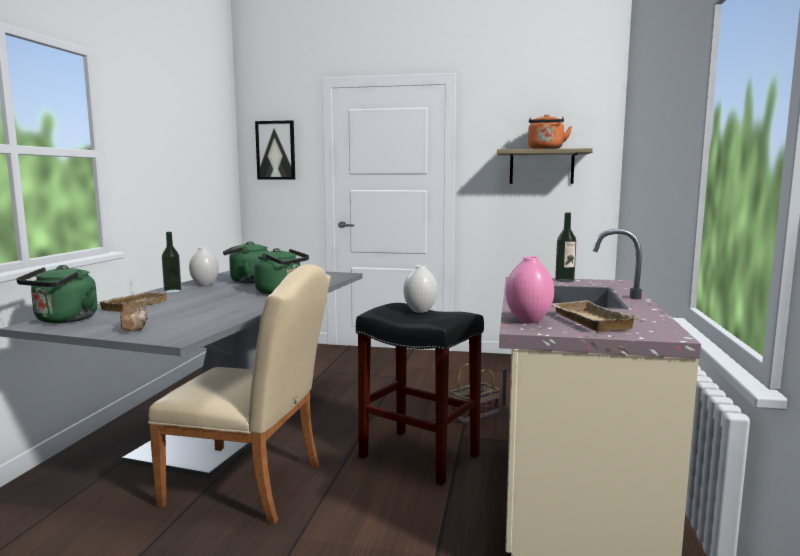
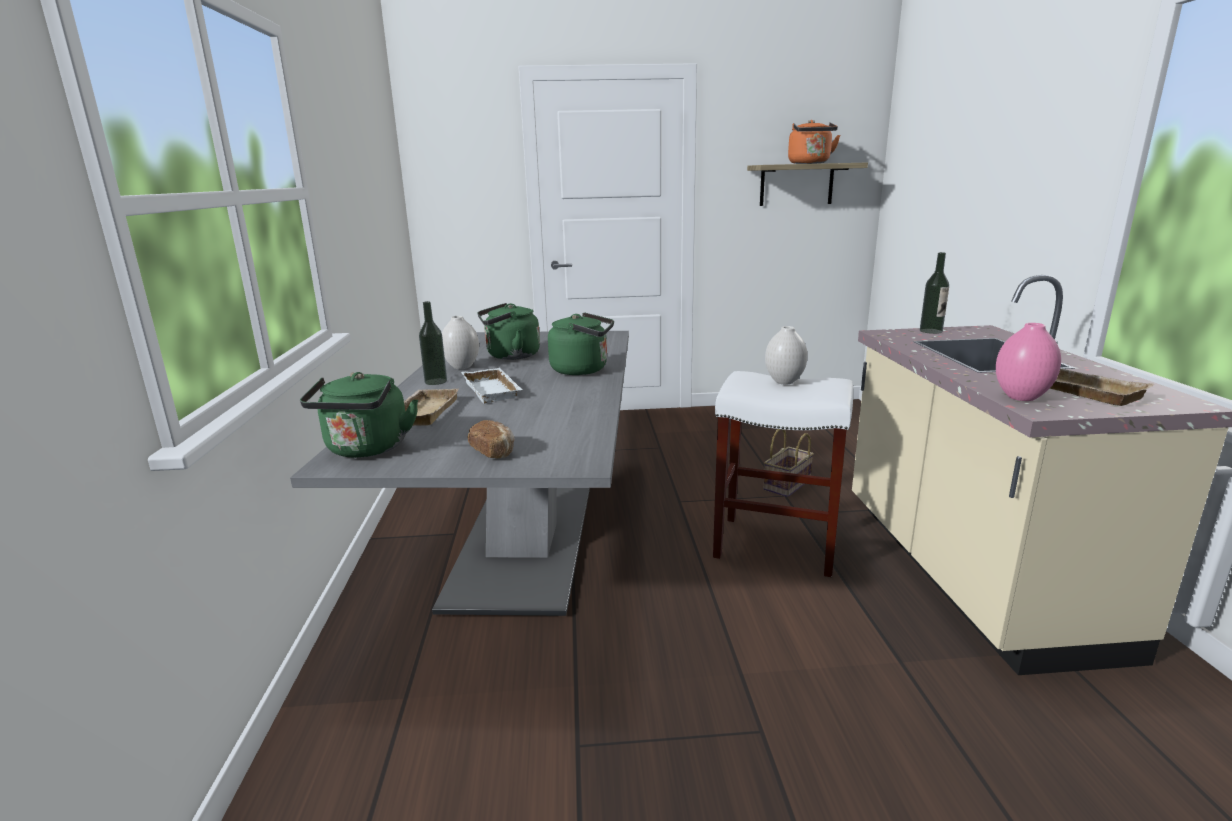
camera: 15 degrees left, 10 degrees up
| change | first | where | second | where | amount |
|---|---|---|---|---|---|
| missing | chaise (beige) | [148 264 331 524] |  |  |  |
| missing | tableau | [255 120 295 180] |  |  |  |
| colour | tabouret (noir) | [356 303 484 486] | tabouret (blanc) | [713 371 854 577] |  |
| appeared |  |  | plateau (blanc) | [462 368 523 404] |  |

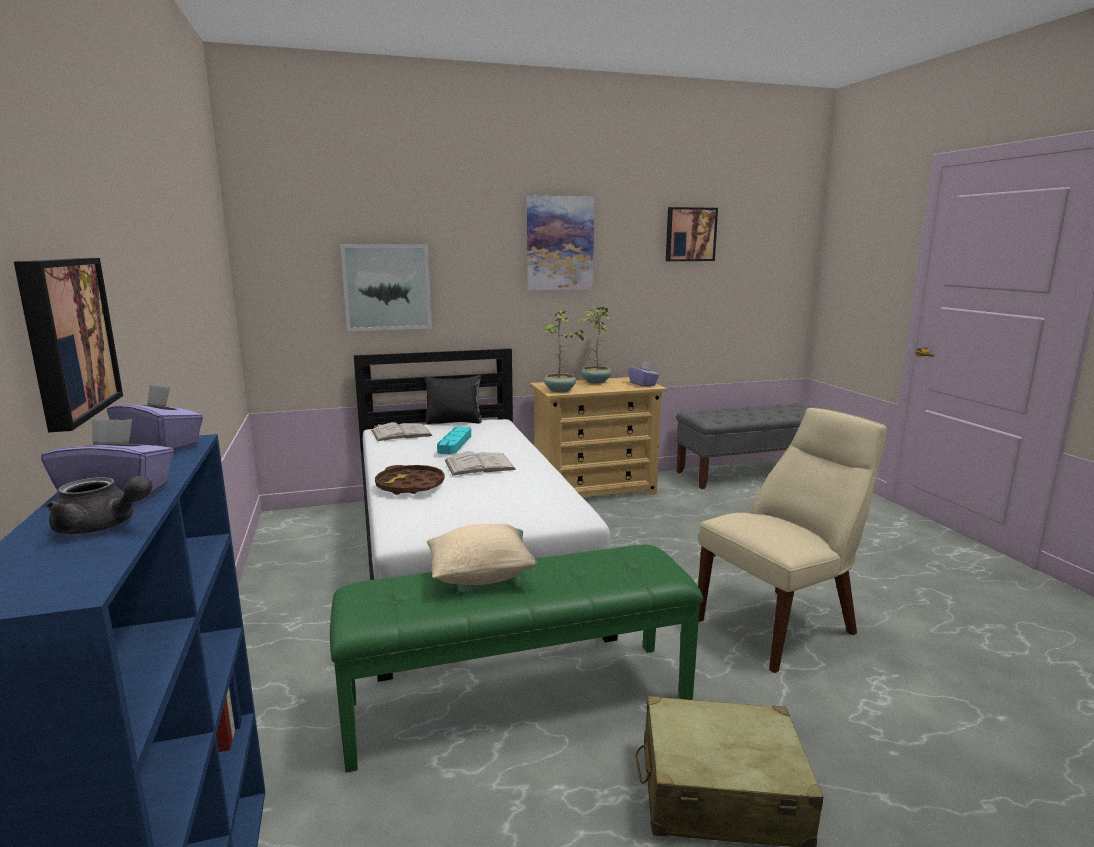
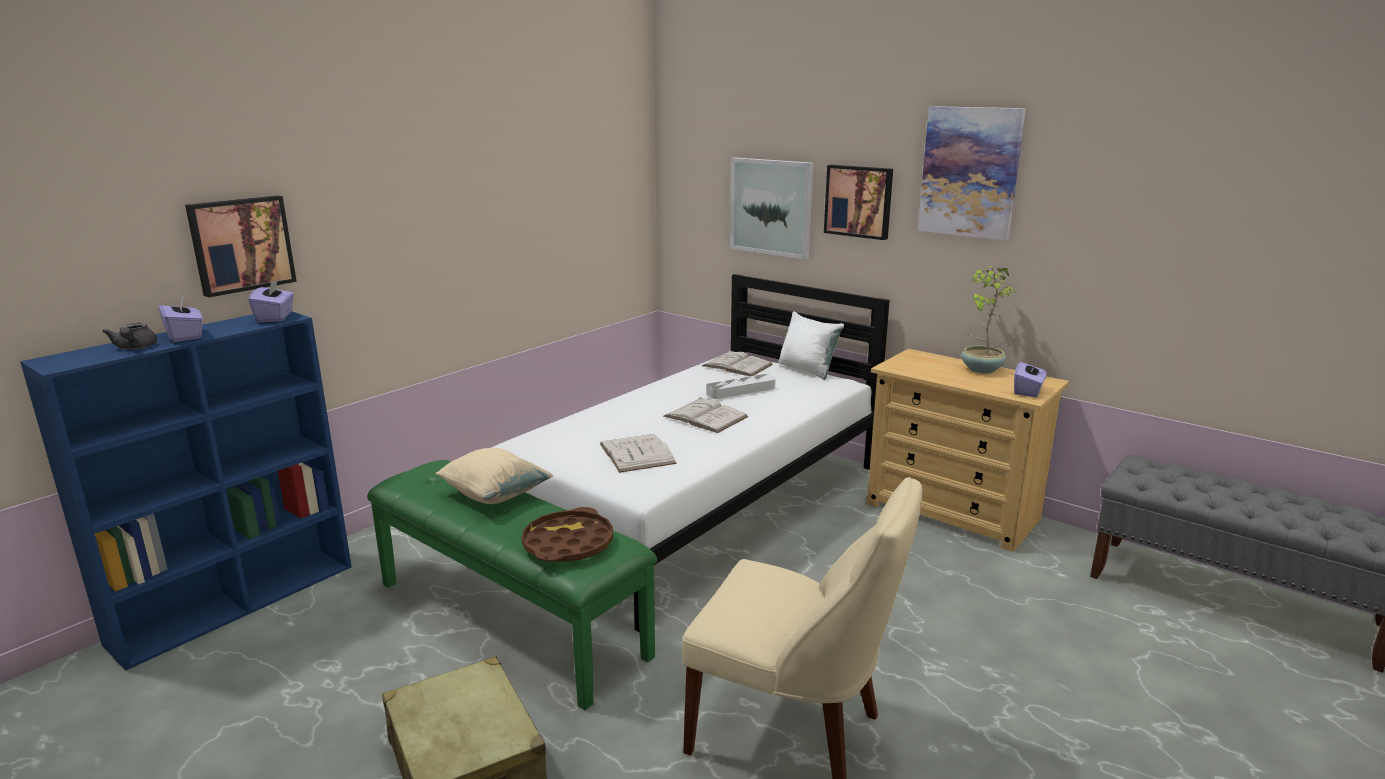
camera: 55 degrees right, 5 degrees up
| change | first | where | second | where | amount |
|---|---|---|---|---|---|
| relocated | plateau (marron) | [375 465 445 495] |  | [522 507 613 562] |  |
| colour | coussin (noir) | [425 375 482 424] | coussin (blanc) | [779 311 844 380] |  |
| colour | plateau (turquoise) | [437 427 471 454] | plateau (gris) | [706 374 775 399] |  |
| missing | plante en pot | [544 310 584 392] |  |  |  |
| relocated | tableau | [666 207 718 261] |  | [824 165 893 240] |  |
| appeared |  |  | livre (blanc) | [600 434 677 473] |  |

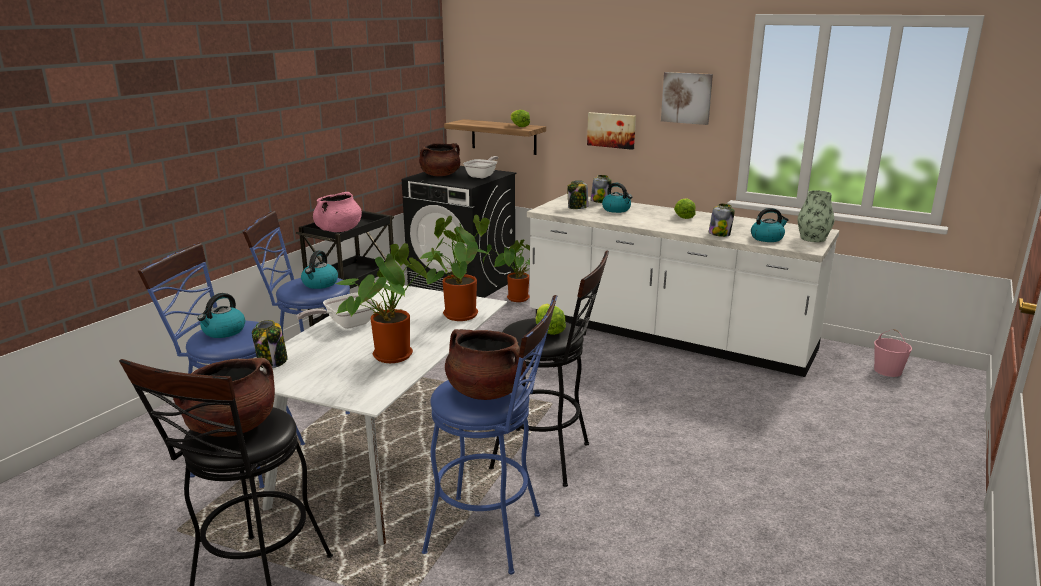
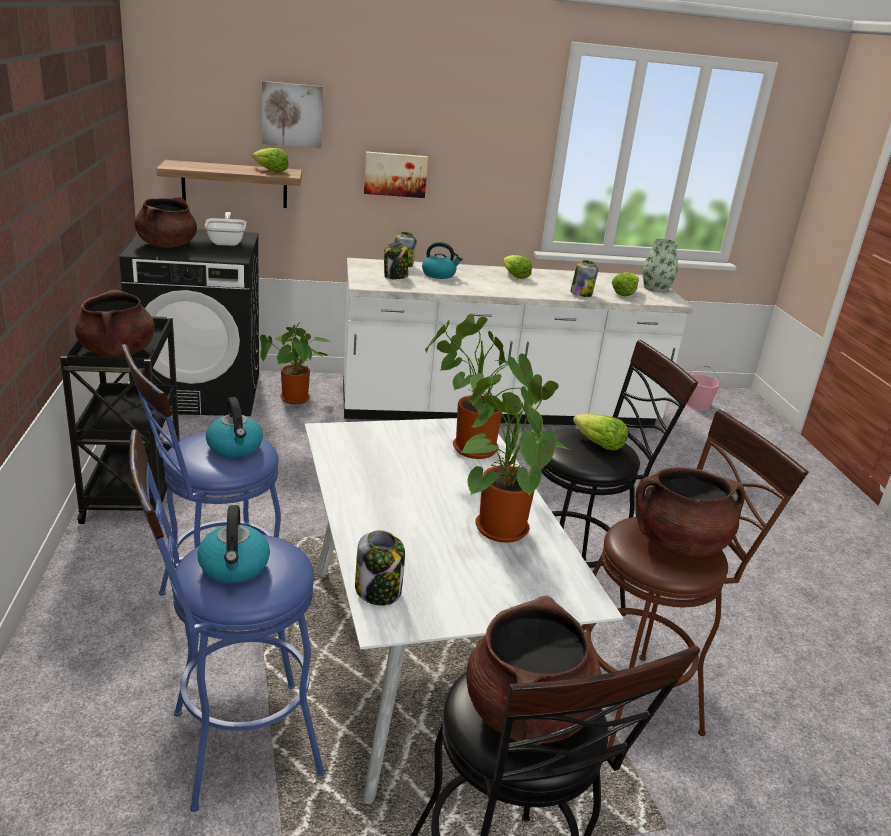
camera: 40 degrees left, 5 degrees up
| change | first | where | second | where | amount |
|---|---|---|---|---|---|
| missing | poêle | [297 293 377 329] |  |  |  |
| colour | marmite (rose) | [313 192 362 232] | marmite (marron) | [75 290 155 357] |  |
| colour | tabouret (bleu) | [422 295 557 575] | tabouret (marron) | [582 409 808 748] |  |
| relocated | tableau | [661 72 713 125] |  | [262 81 323 148] |  |
| exchanged | bouilloire | [751 208 789 242] | laitue | [611 272 639 296] |  |

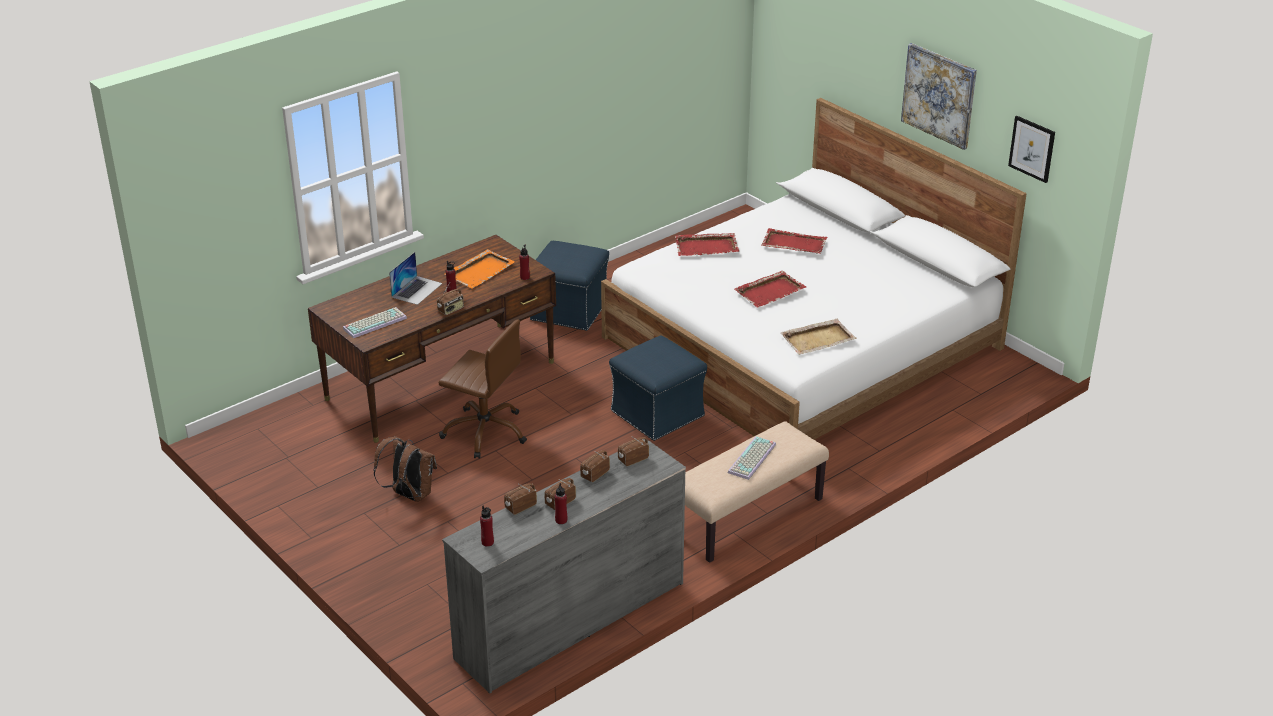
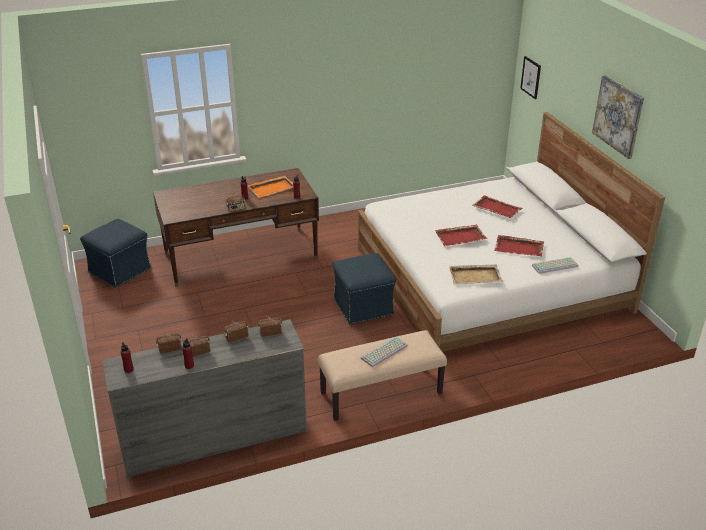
camera: 20 degrees right, 0 degrees up
| change | first | where | second | where | amount |
|---|---|---|---|---|---|
| relocated | clavier | [343 307 407 338] |  | [531 257 579 274] |  |
| missing | sac à dos (marron) | [373 436 437 502] |  |  |  |
| missing | ordinateur portable | [389 252 443 305] |  |  |  |
| missing | chaise de bureau (marron) | [438 320 527 459] |  |  |  |
| relocated | pouf (bleu) | [530 241 609 331] |  | [80 219 152 288] |  |
| relocated | plateau (rouge) | [675 233 739 256] |  | [494 235 544 256] |  |
| relocated | tableau | [1008 116 1055 183] |  | [520 56 541 99] |  |

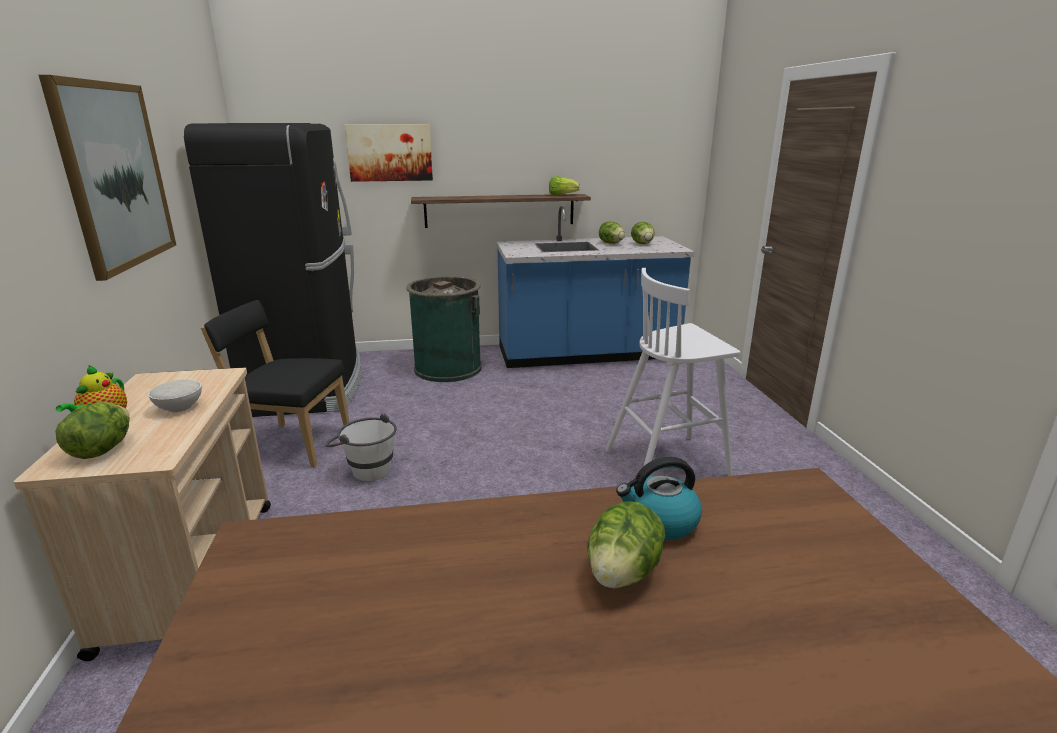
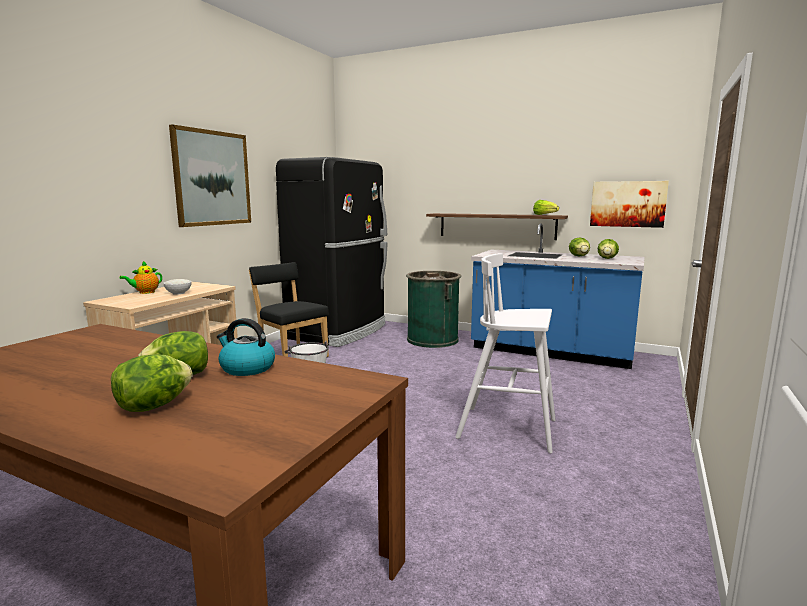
camera: 35 degrees right, 10 degrees down
| change | first | where | second | where | amount |
|---|---|---|---|---|---|
| relocated | laitue | [55 402 130 459] |  | [111 354 192 412] |  |
| relocated | tableau | [345 124 433 182] |  | [590 181 669 228] |  |

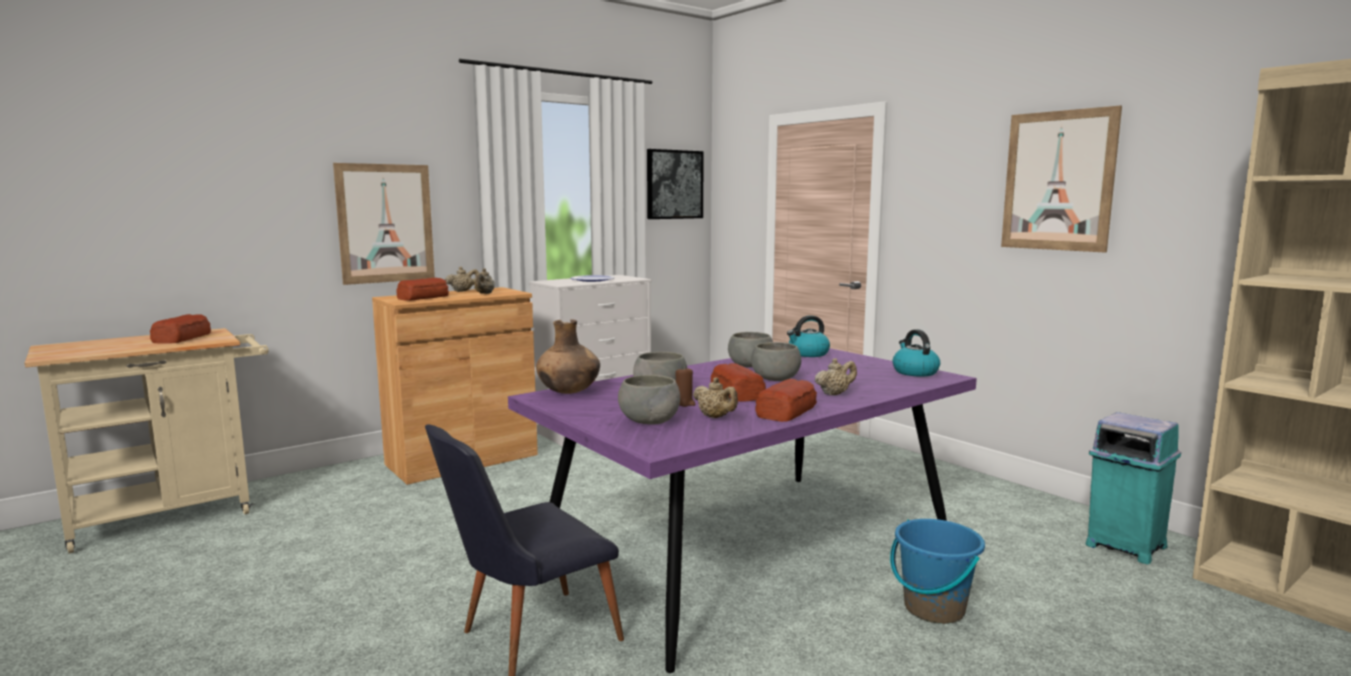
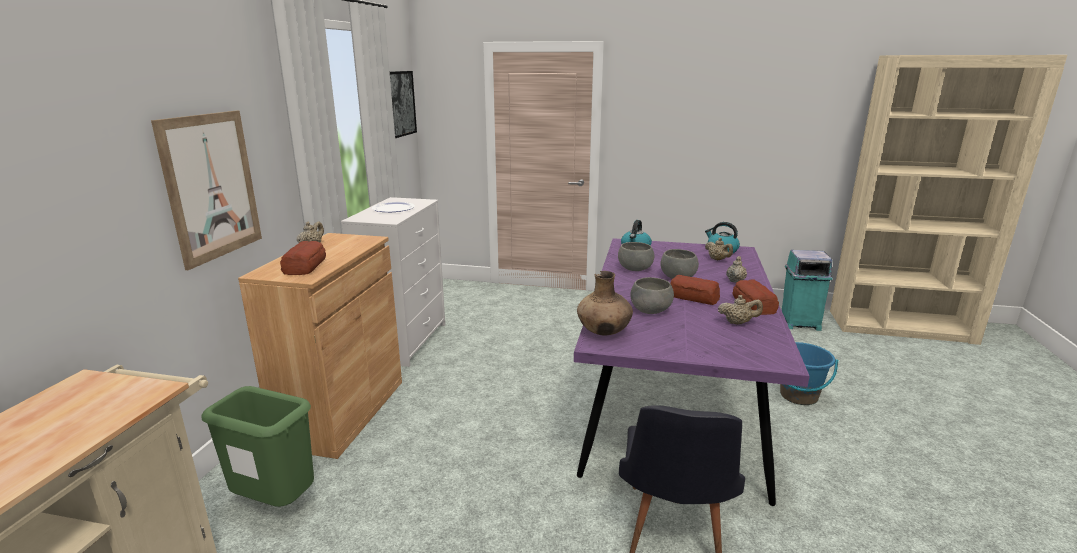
camera: 40 degrees left, 10 degrees up
| change | first | where | second | where | amount |
|---|---|---|---|---|---|
| missing | pain | [150 314 211 343] |  |  |  |
| relocated | théière (beige) | [474 268 495 294] |  | [705 238 733 260] |  |
| missing | bol (gris) | [618 375 680 425] |  |  |  |
| missing | bougie (marron) | [675 366 696 407] |  |  |  |
| missing | tableau | [1001 105 1122 253] |  |  |  |
| appeared |  |  | poubelle (vert) | [201 386 314 507] |  |

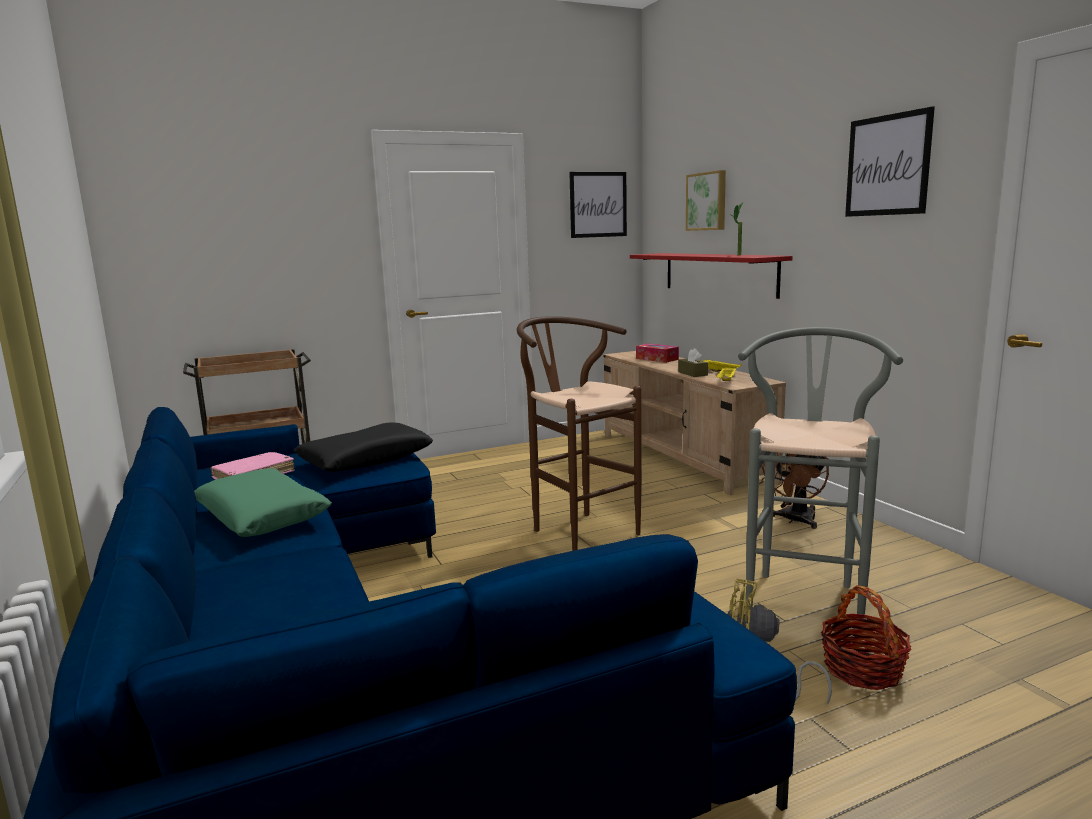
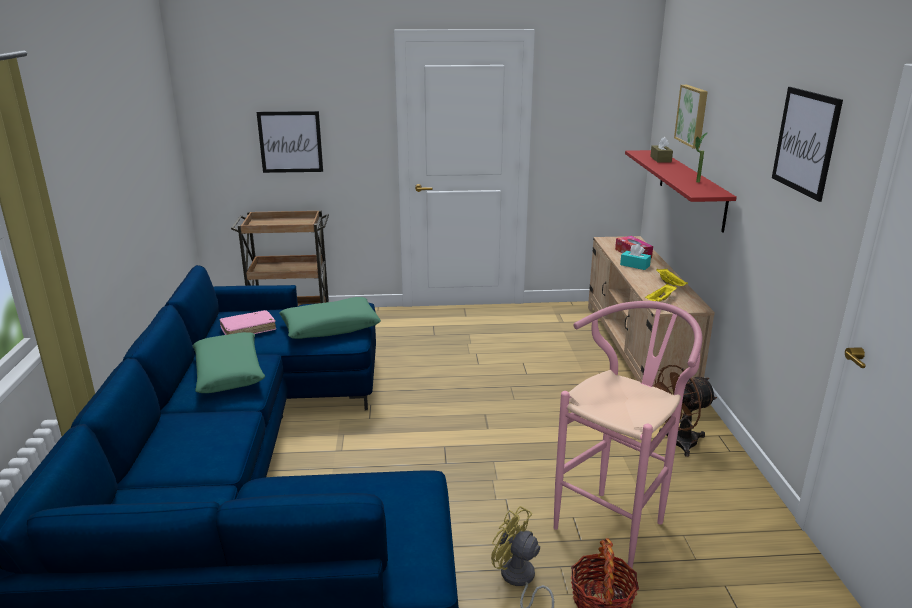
camera: 20 degrees right, 10 degrees up
| change | first | where | second | where | amount |
|---|---|---|---|---|---|
| colour | coussin (noir) | [294 422 433 472] | coussin (vert) | [279 297 381 339] |  |
| missing | tabouret (marron) | [517 316 642 551] |  |  |  |
| relocated | tableau | [569 172 627 238] |  | [257 111 323 173] |  |
| relocated | boîte à mouchoirs (marron) | [678 348 708 377] |  | [650 137 673 163] |  |
| colour | tabouret (gris) | [738 327 903 619] | tabouret (rose) | [554 301 703 568] |  |
| appeared |  |  | boîte à mouchoirs (turquoise) | [620 244 651 270] |  |

